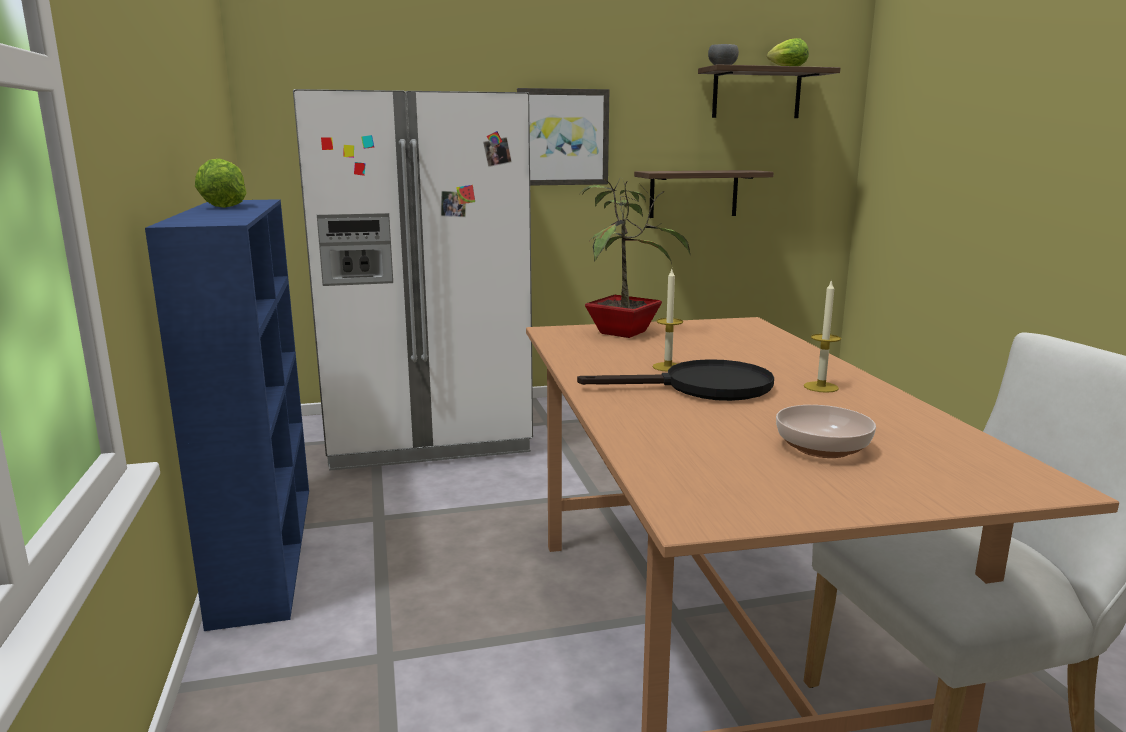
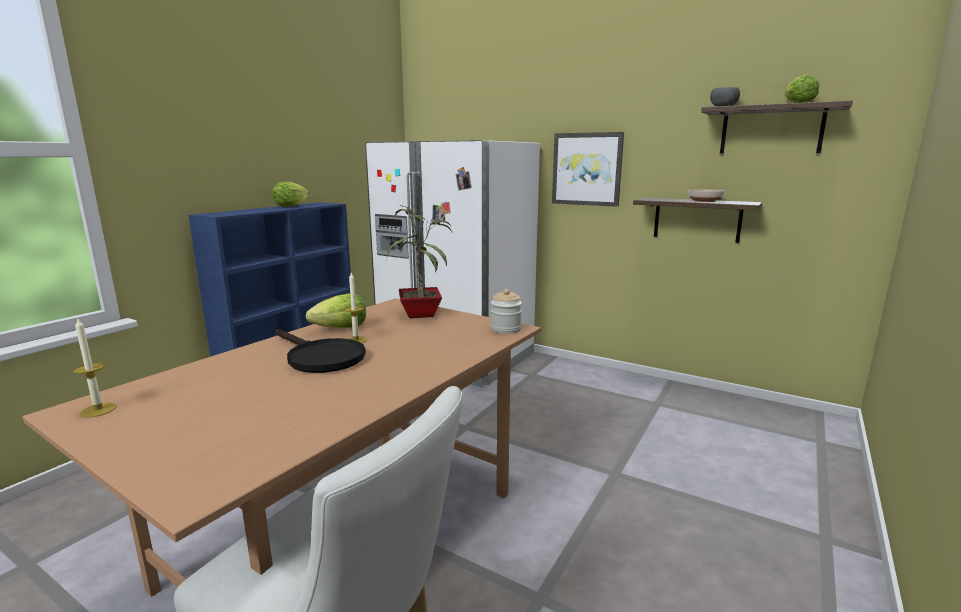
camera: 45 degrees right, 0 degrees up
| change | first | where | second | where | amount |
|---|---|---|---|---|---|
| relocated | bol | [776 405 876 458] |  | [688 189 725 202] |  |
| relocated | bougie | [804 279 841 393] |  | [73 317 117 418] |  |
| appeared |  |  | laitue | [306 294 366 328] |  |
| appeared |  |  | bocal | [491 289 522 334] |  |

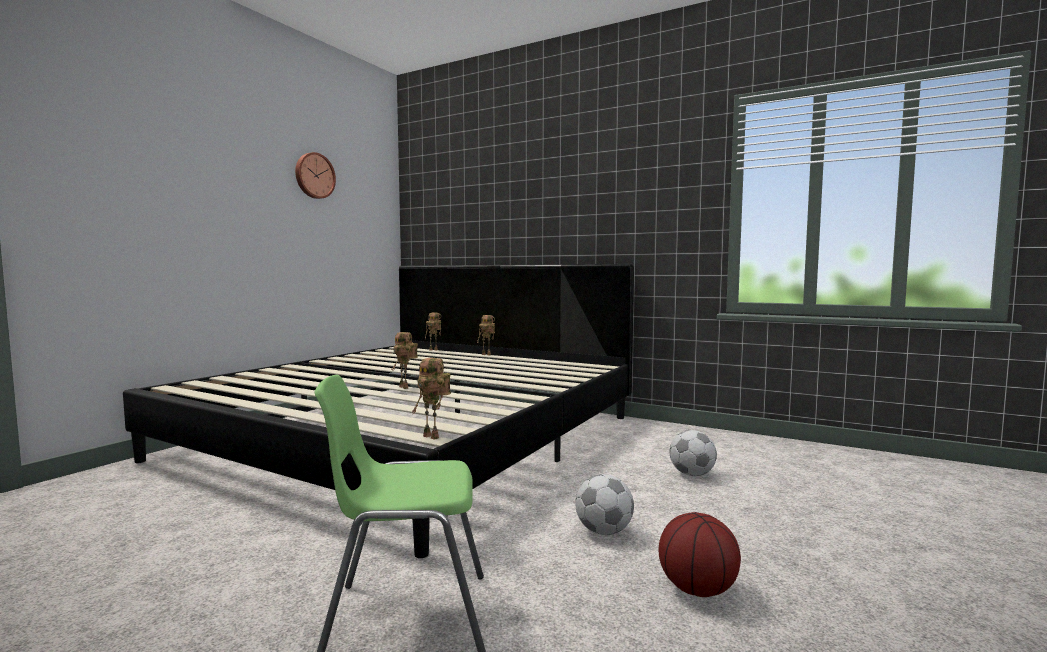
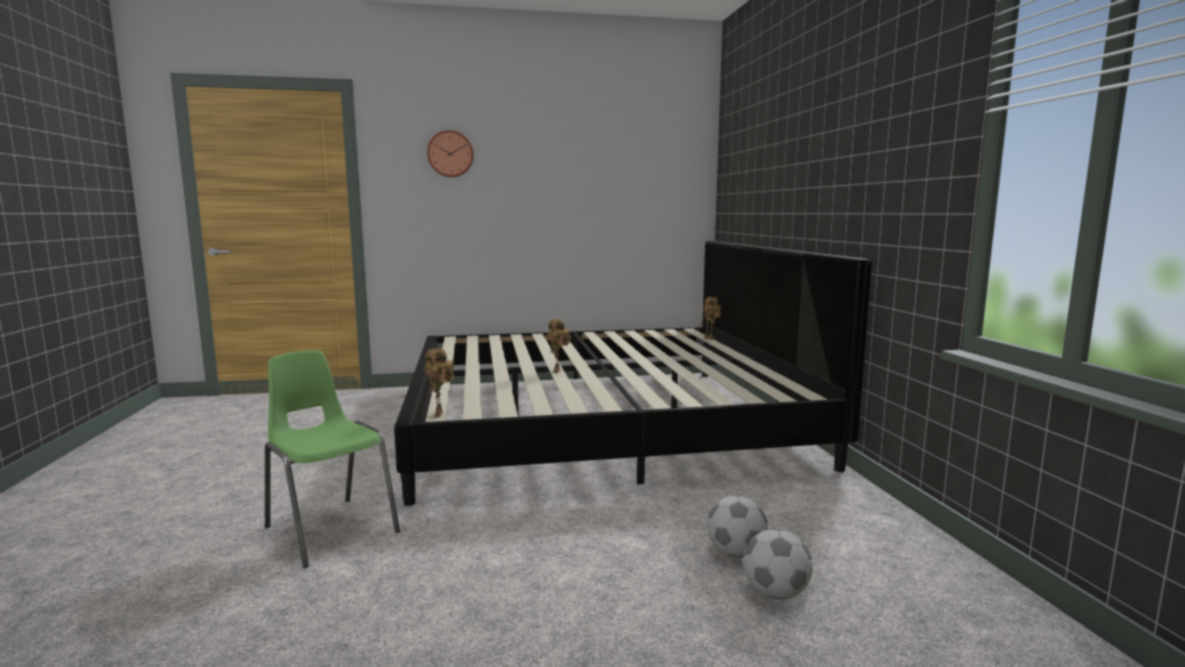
camera: 50 degrees right, 5 degrees up
| change | first | where | second | where | amount |
|---|---|---|---|---|---|
| relocated | horloge murale | [295 152 336 199] |  | [427 130 473 177] |  |
| missing | robot jouet | [477 315 495 355] |  |  |  |
| relocated | ballon de foot | [575 474 634 535] |  | [743 529 812 599] |  |
| missing | ballon de basket | [659 512 741 597] |  |  |  |

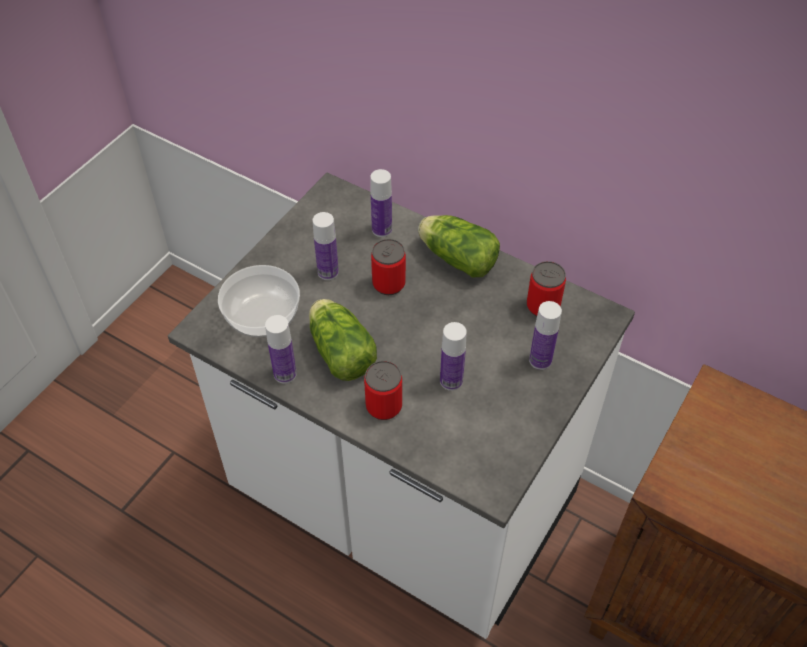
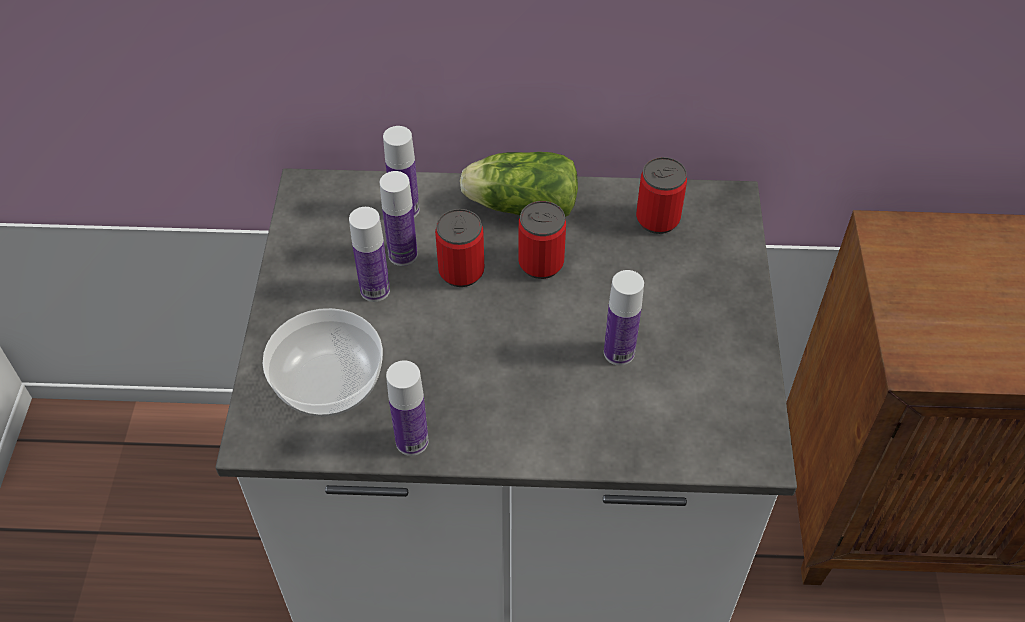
camera: 30 degrees left, 0 degrees up
| change | first | where | second | where | amount |
|---|---|---|---|---|---|
| missing | laitue | [309 299 377 381] |  |  |  |
| relocated | boîte métallique | [364 361 402 420] |  | [518 201 566 279] |  |
| relocated | bouteille | [529 301 562 370] |  | [380 171 417 266] |  |

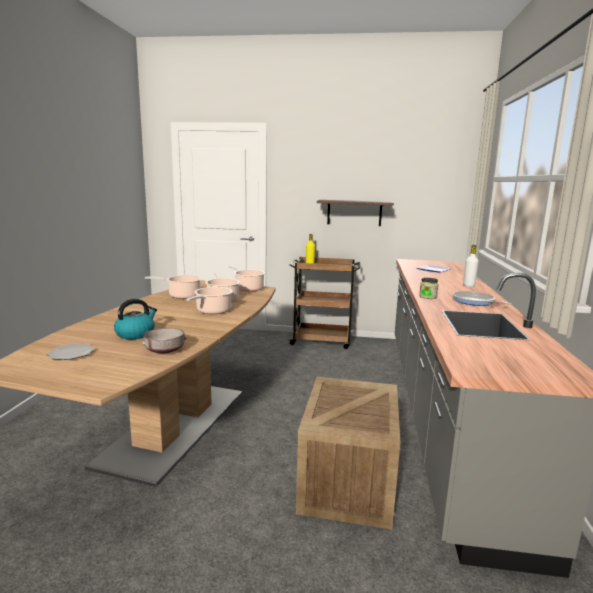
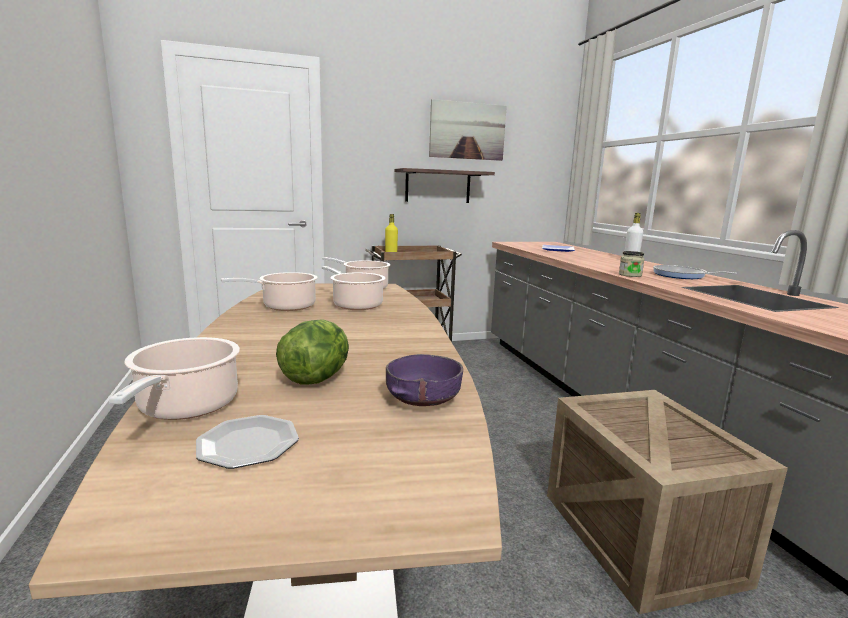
camera: 25 degrees left, 0 degrees up
| change | first | where | second | where | amount |
|---|---|---|---|---|---|
| exchanged | bouilloire | [114 299 157 339] | laitue | [276 319 349 385] |  |
| colour | bol (gris) | [141 328 186 353] | bol (violet) | [386 354 463 406] |  |
| relocated | marmite | [186 287 233 314] |  | [109 337 240 420] |  |
| appeared |  |  | tableau | [429 99 507 161] |  |

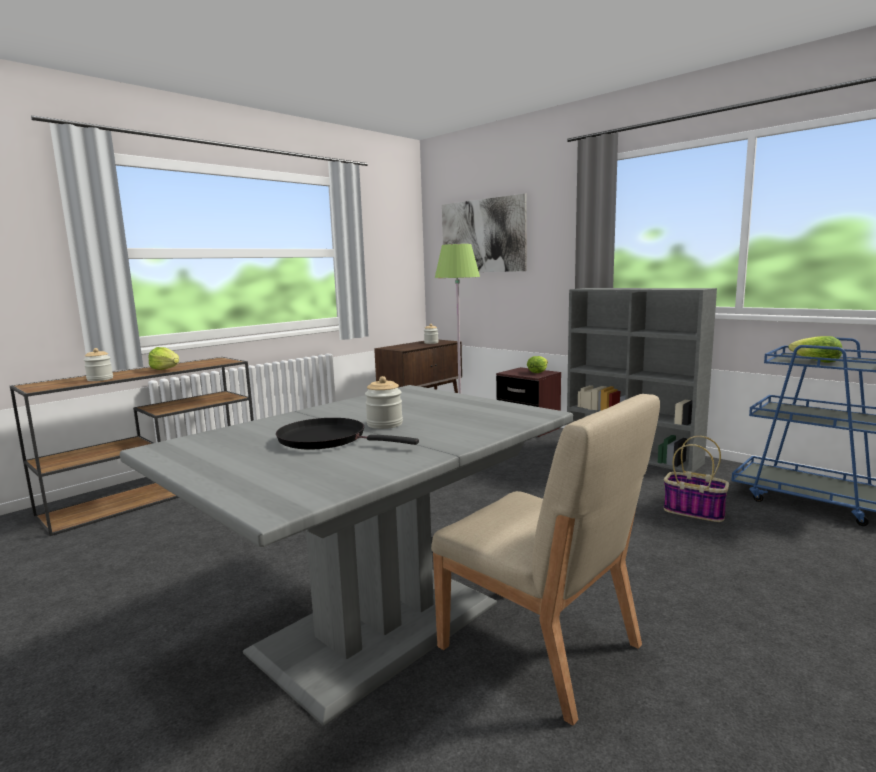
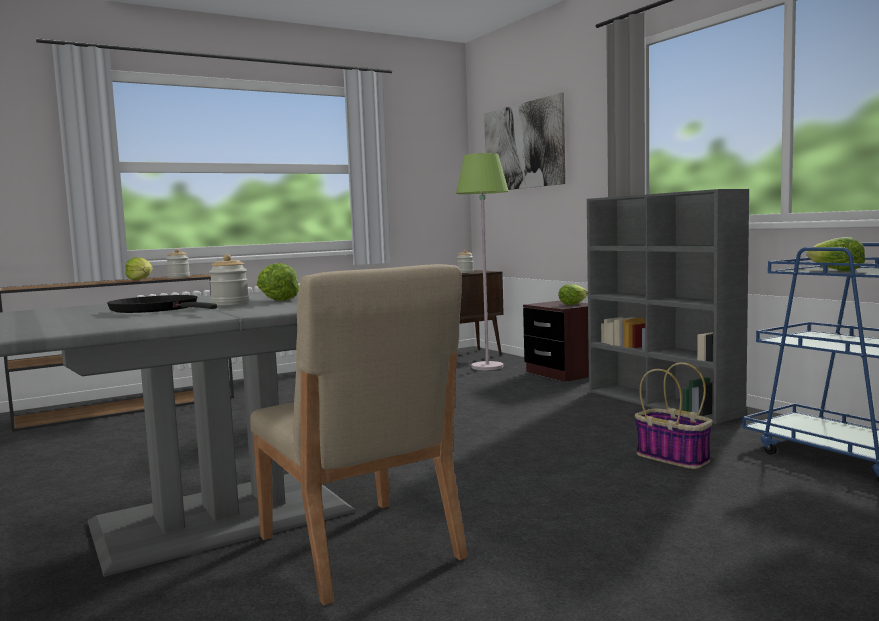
camera: 15 degrees right, 5 degrees down
| change | first | where | second | where | amount |
|---|---|---|---|---|---|
| relocated | bocal | [84 348 113 381] |  | [166 249 190 278] |  |
| appeared |  |  | laitue | [257 263 299 301] |  |

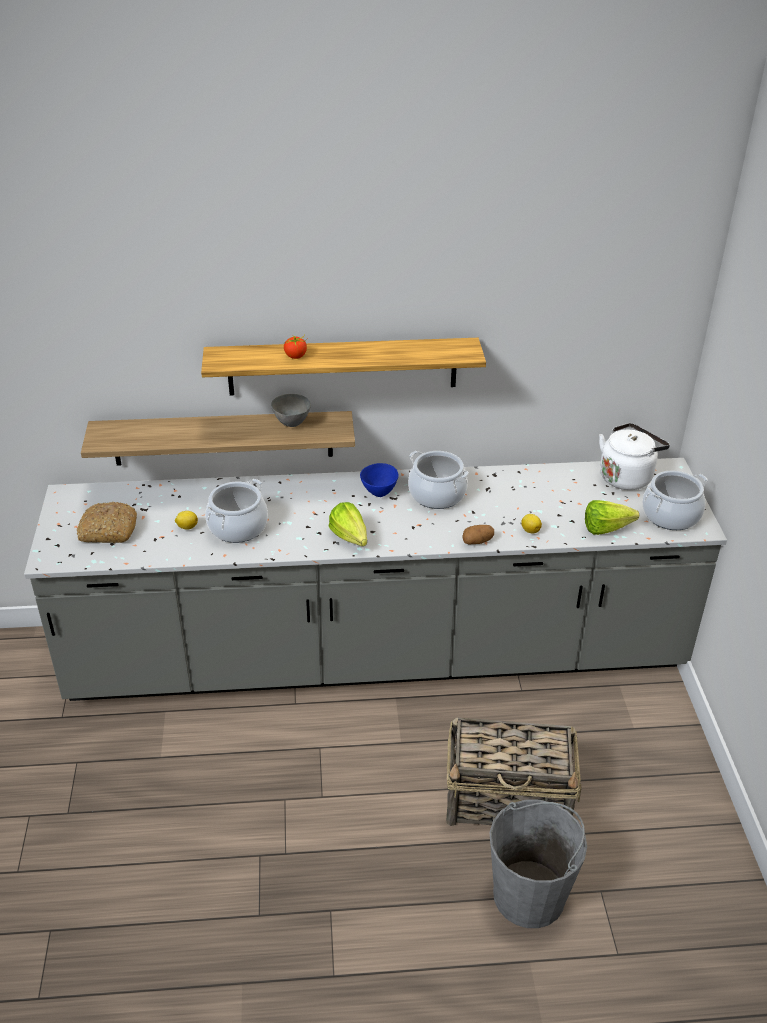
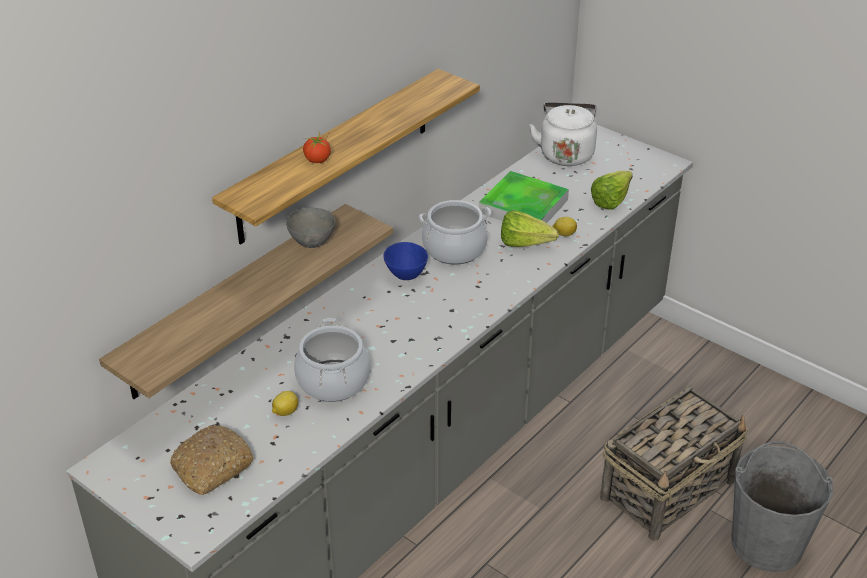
camera: 45 degrees left, 0 degrees up
| change | first | where | second | where | amount |
|---|---|---|---|---|---|
| relocated | laitue | [329 502 367 546] |  | [501 210 559 247] |  |
| missing | pomme de terre | [462 525 494 544] |  |  |  |
| missing | marmite | [642 470 708 530] |  |  |  |
| appeared |  |  | plateau | [479 171 569 223] |  |

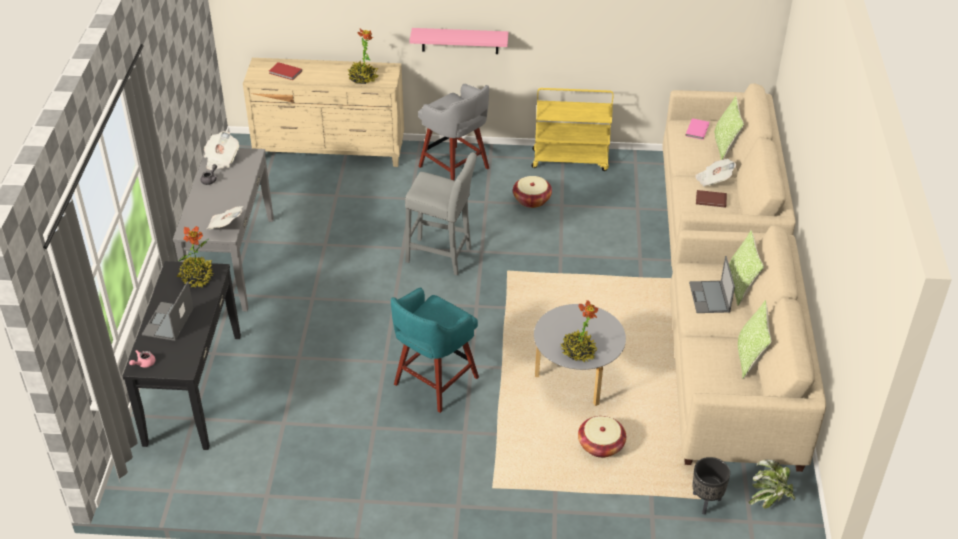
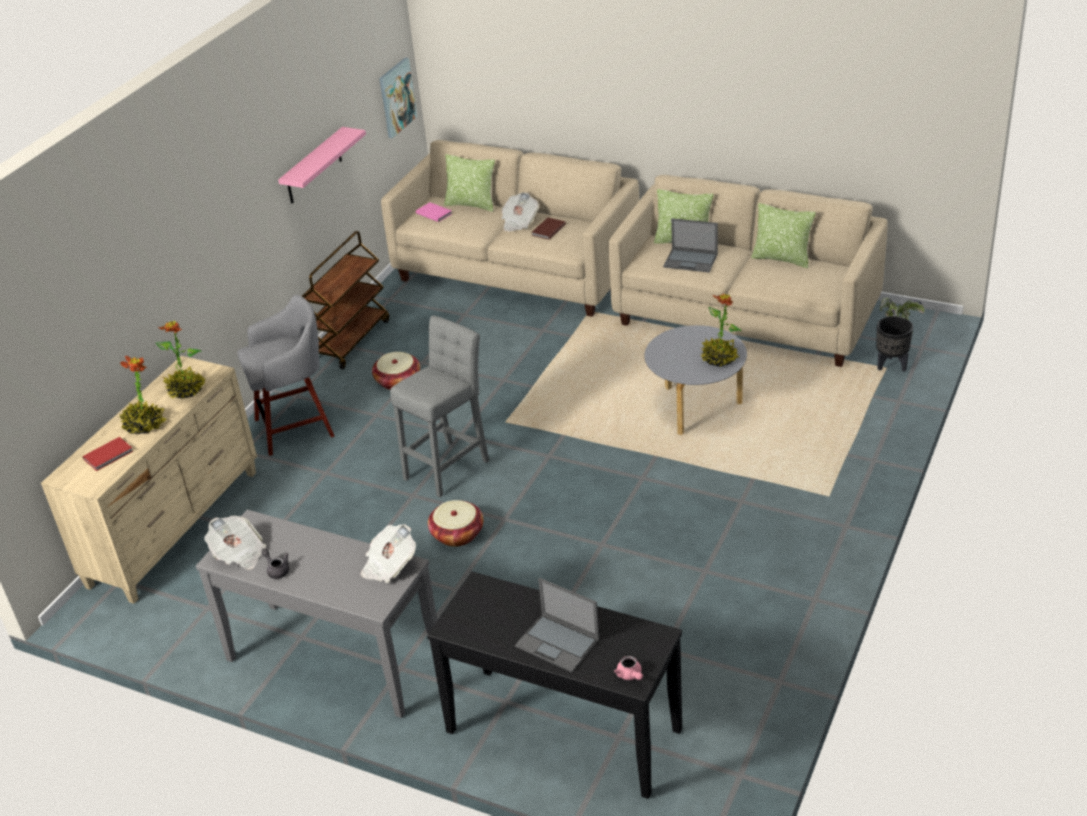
camera: 65 degrees left, 5 degrees down
| change | first | where | second | where | amount |
|---|---|---|---|---|---|
| relocated | plante en pot | [177 226 213 287] |  | [120 356 167 434] |  |
| missing | tabouret (turquoise) | [391 288 479 413] |  |  |  |
| relocated | étagère (rose) | [410 28 508 54] |  | [278 127 366 203] |  |
| colour | chariot (jaune) | [532 88 613 171] | chariot (marron) | [302 231 389 369] |  |
| relocated | panier | [578 416 626 458] |  | [428 500 483 547] |  |
| appeared |  |  | tableau | [379 58 417 138] |  |

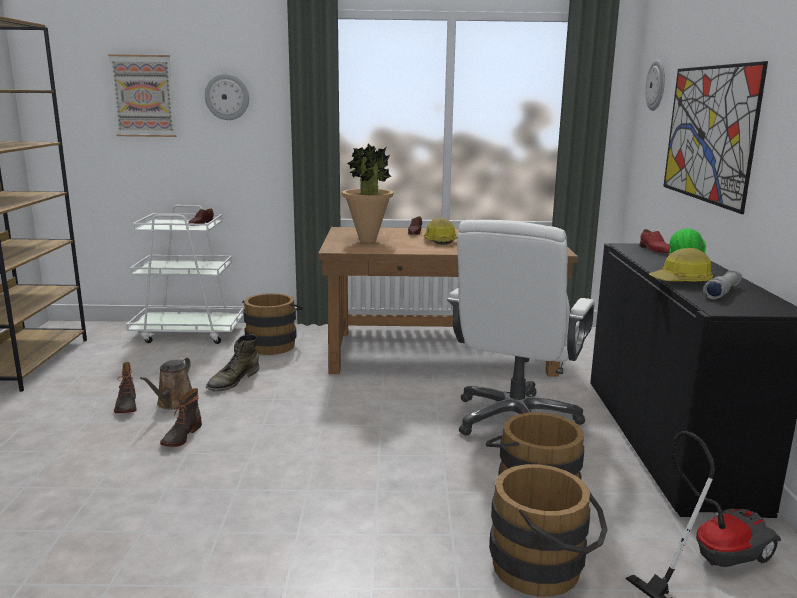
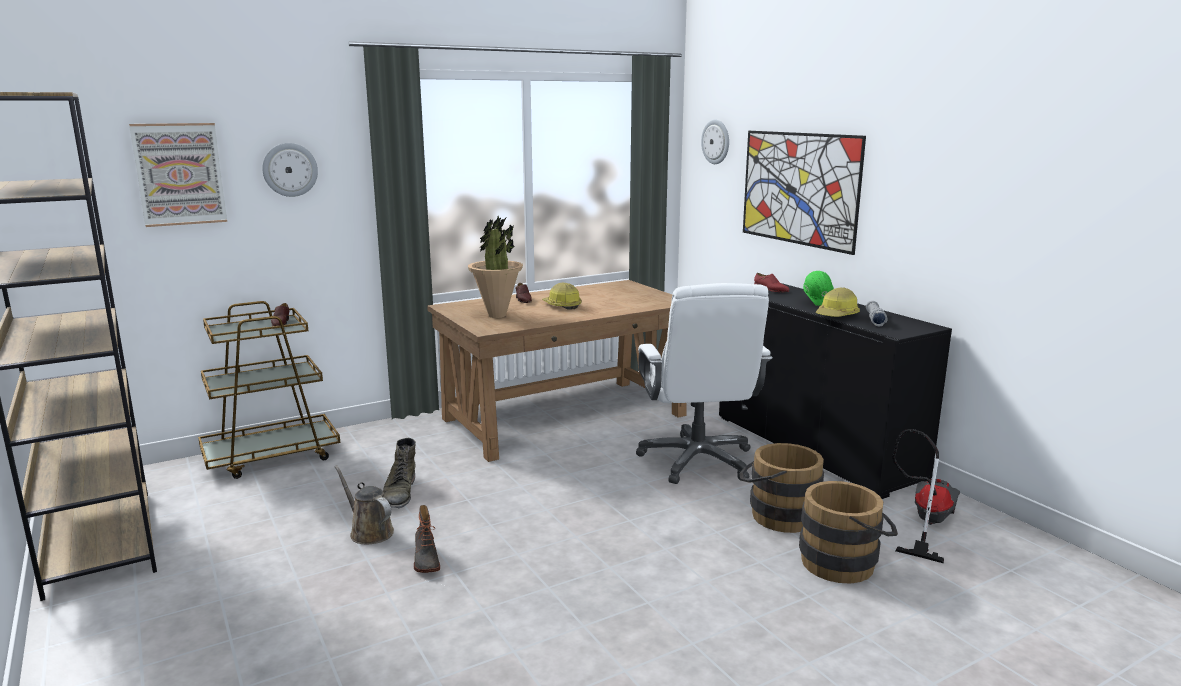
camera: 30 degrees left, 0 degrees up
| change | first | where | second | where | amount |
|---|---|---|---|---|---|
| missing | botte | [114 362 137 413] |  |  |  |
| colour | chariot (blanc) | [126 205 244 344] | chariot (marron) | [198 301 340 479] |  |
| spun | arrosoir (marron) | [140 357 192 409] |  | [334 465 394 544] | 150 degrees clockwise |
| missing | seau (marron) | [242 293 303 355] |  |  |  |

